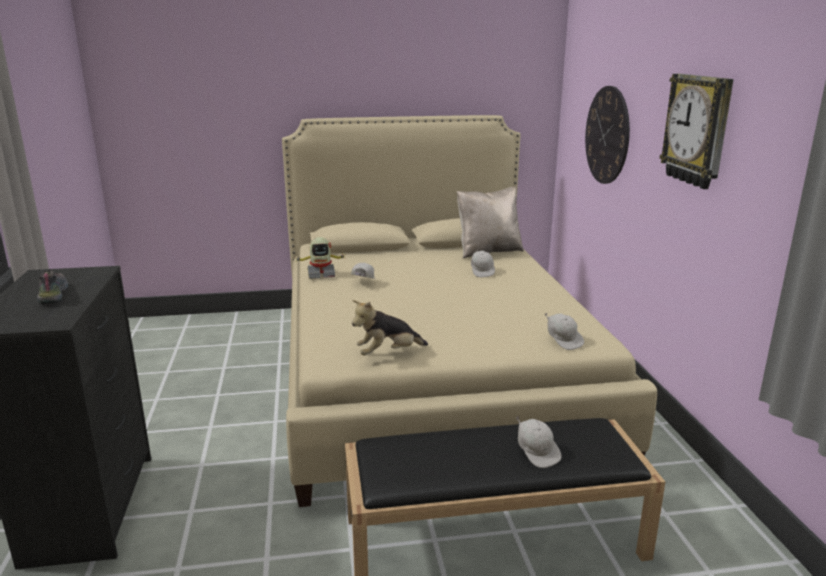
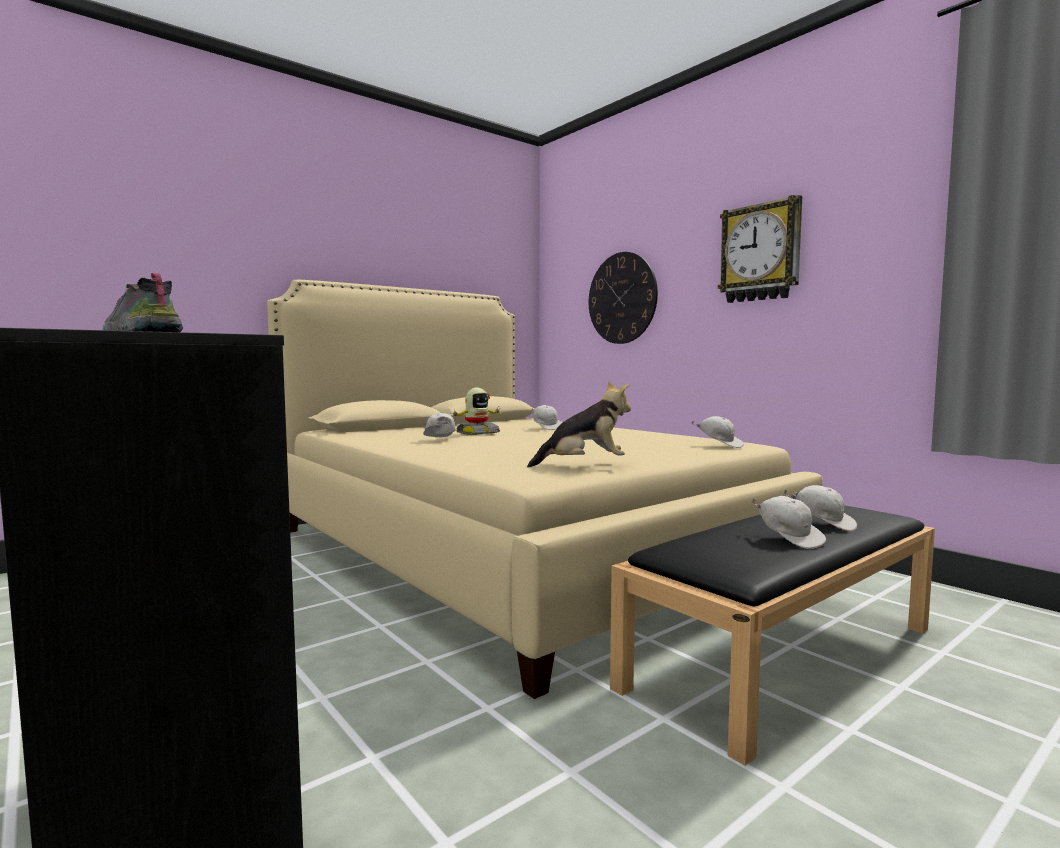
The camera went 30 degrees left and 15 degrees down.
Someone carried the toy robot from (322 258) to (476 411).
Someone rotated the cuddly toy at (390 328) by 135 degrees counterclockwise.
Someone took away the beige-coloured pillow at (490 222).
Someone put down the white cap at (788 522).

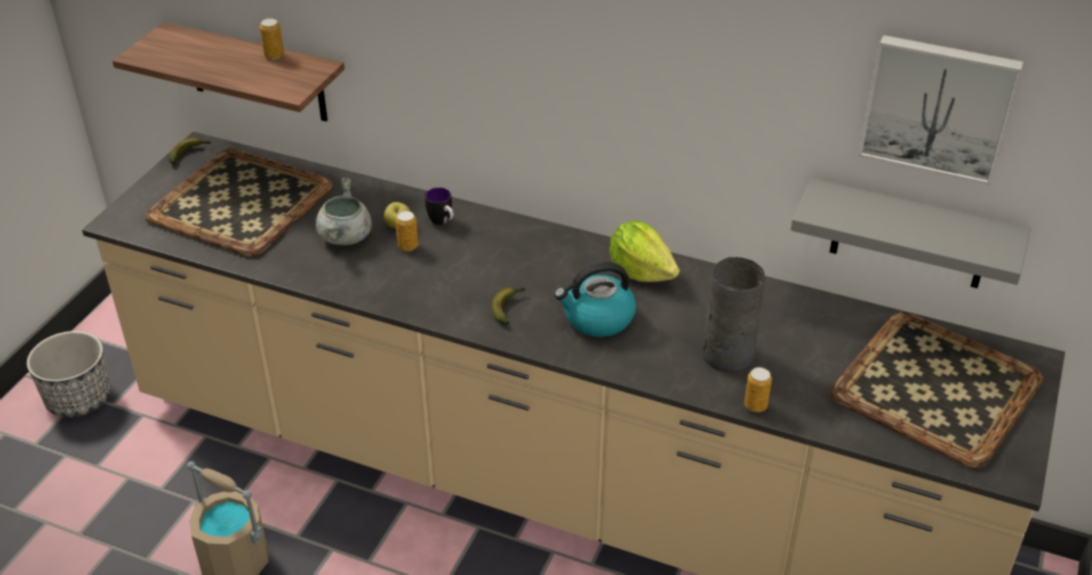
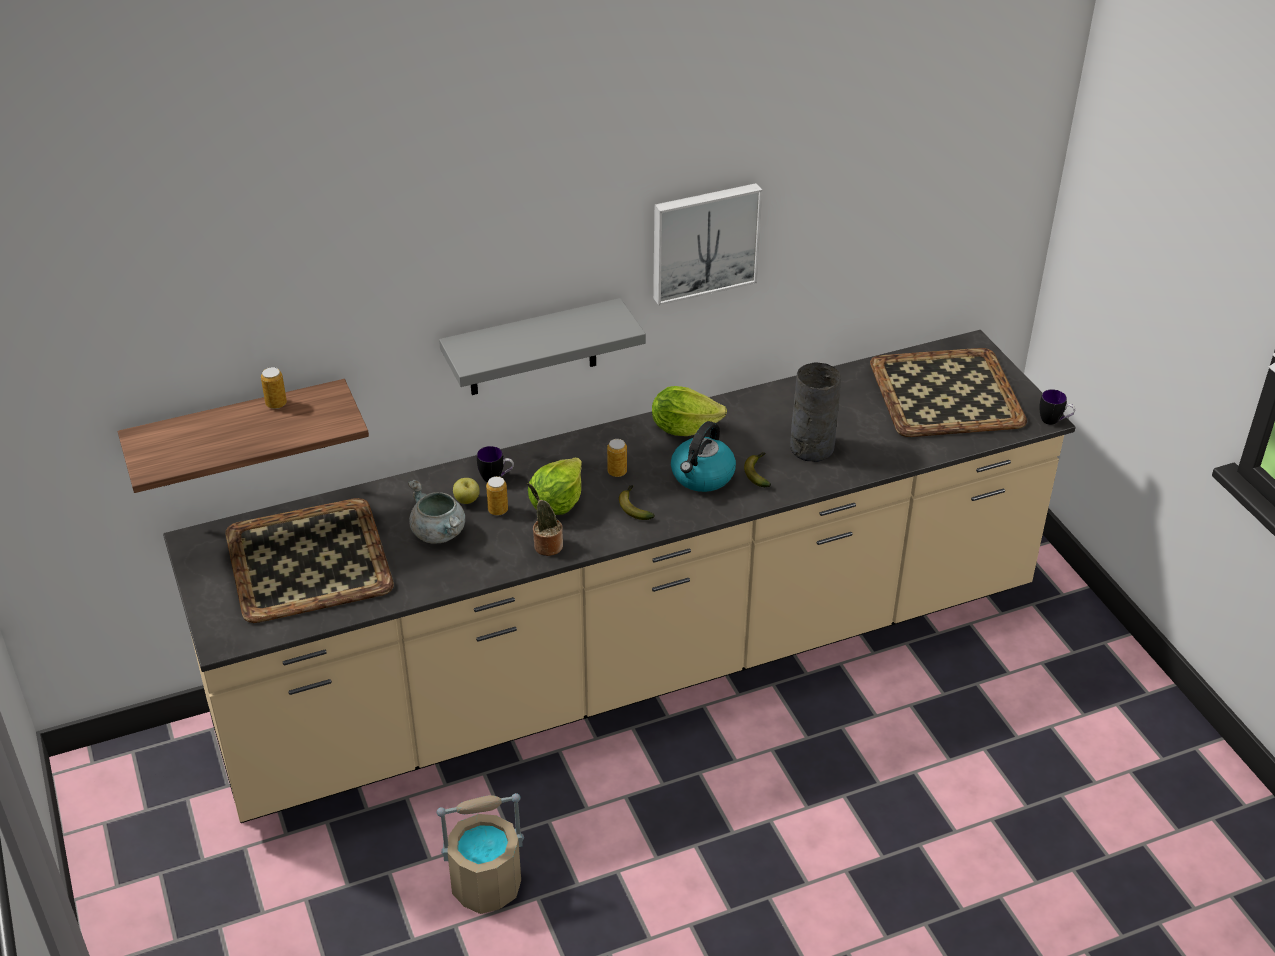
The camera went 45 degrees left and 0 degrees up.
Someone took away the flower pot at (69 374).
Someone carried the banana fruit from (190 151) to (757 469).
Someone carried the can from (758 389) to (617 458).
Someone carried the grey shelf from (911 233) to (542 346).
Someone carried the picture from (941 110) to (707 244).
Someone put down the potted plant at (545 519).
Someone put down the lettuce head at (555 486).
Someone put down the tea mug at (1057 407).

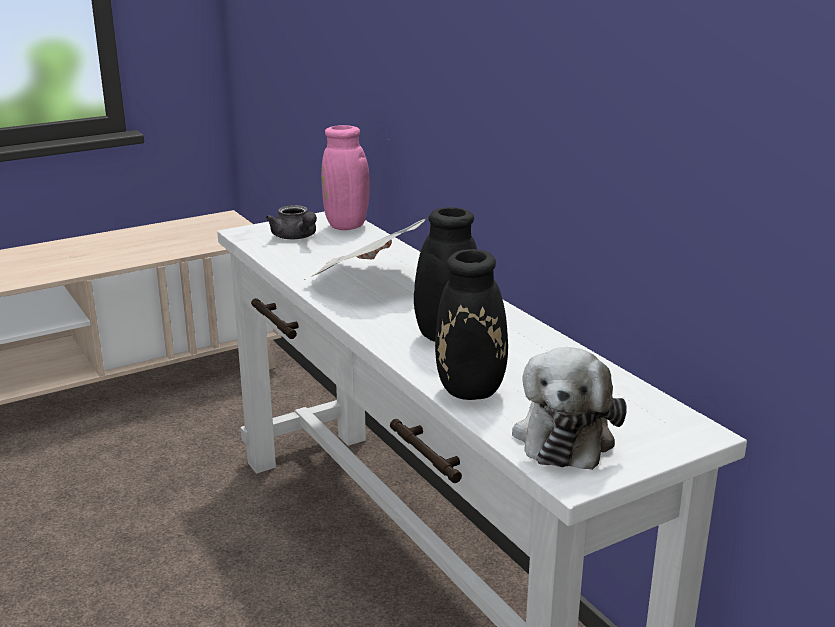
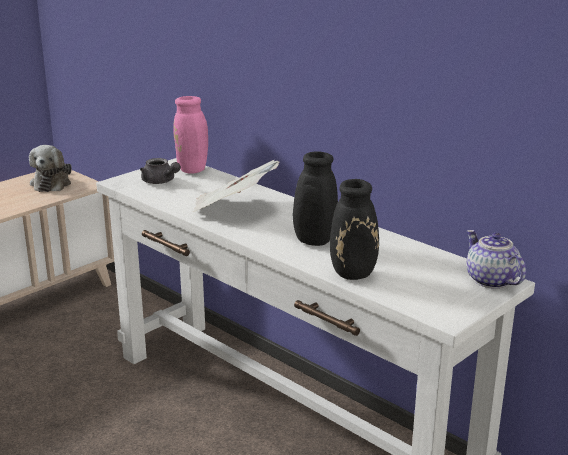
The camera went 15 degrees left and 0 degrees up.
Someone carried the cuddly toy from (569 408) to (50 168).
Someone put down the tea pot at (496 259).

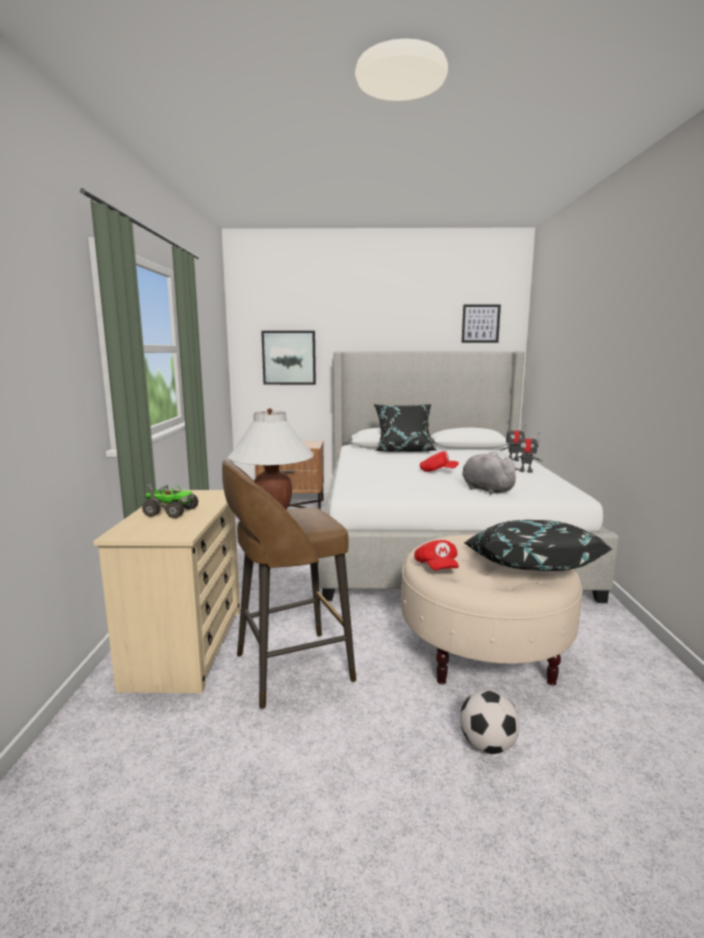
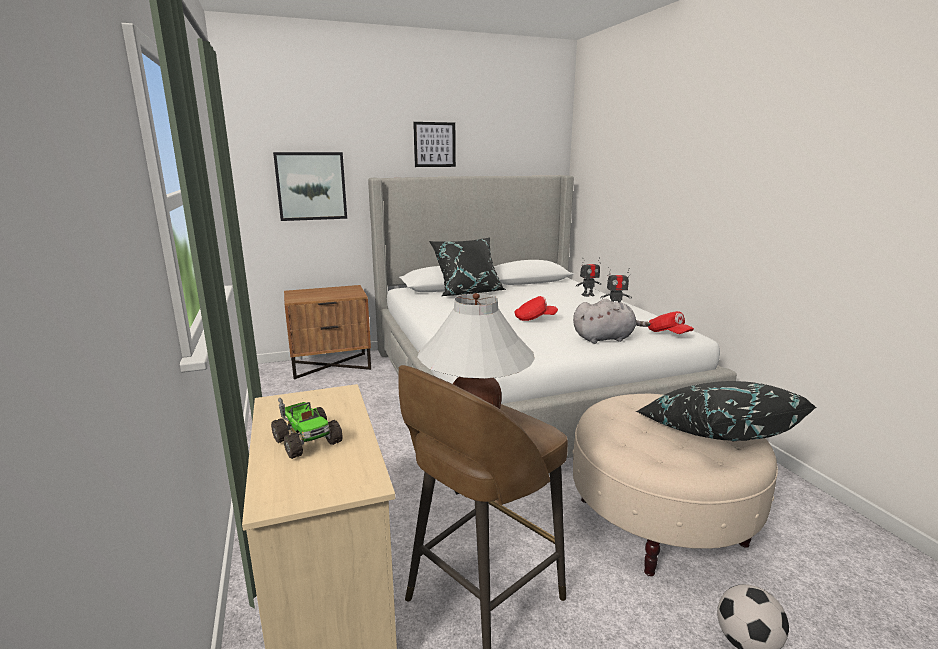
The camera went 20 degrees left and 5 degrees up.
Someone rotated the toy lorry at (170 501) by 60 degrees clockwise.
Someone carried the red cap from (436 555) to (671 322).
Someone carried the picture from (481 324) to (434 144).
Someone rotated the grey cuddly toy at (491 473) by 135 degrees clockwise.

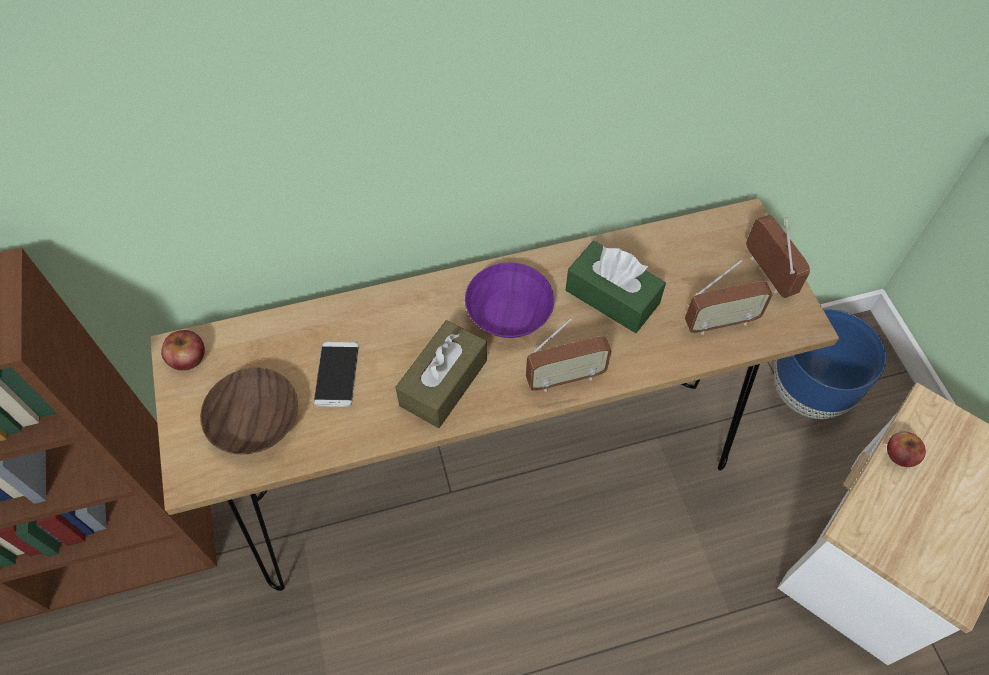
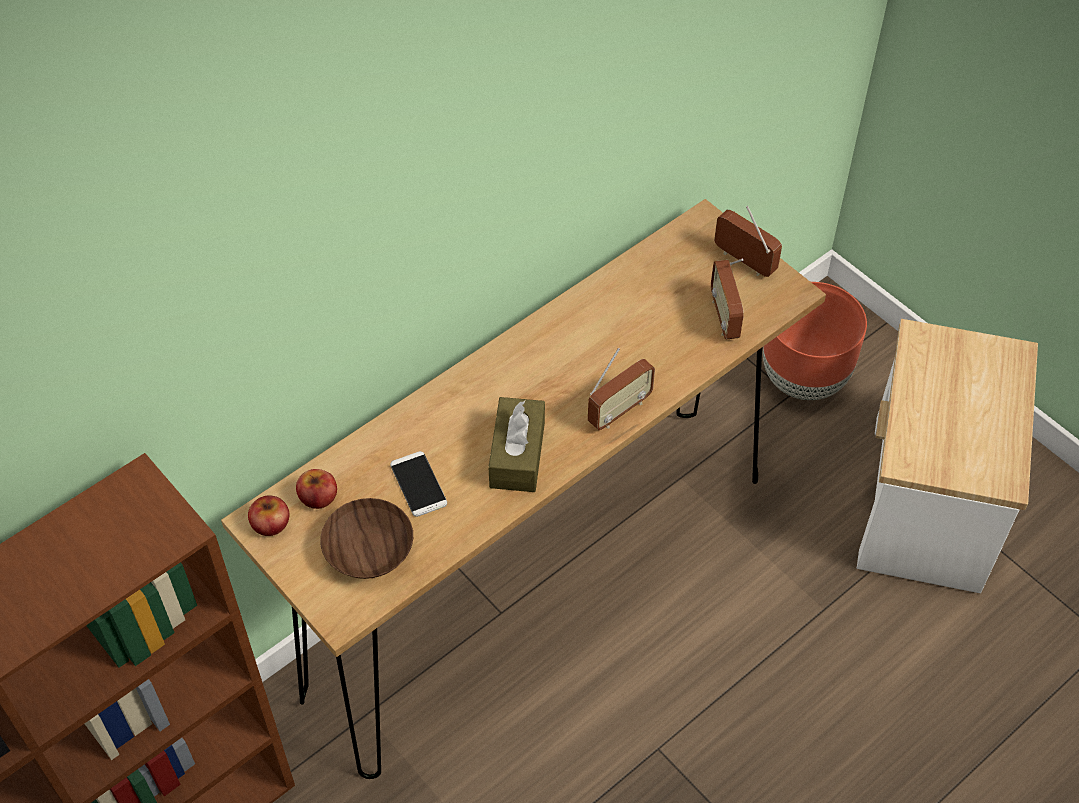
The camera went 25 degrees left and 5 degrees down.
Someone took away the purple bowl at (509 300).
Someone took away the greenish tissue box at (616 287).
Someone rotated the radio receiver at (729 297) by 120 degrees clockwise.
Someone repainted the bluish flower pot at (830 364), which became the brown-coloured flower pot at (815 341).
Someone carried the whole apple from (906 449) to (316 489).

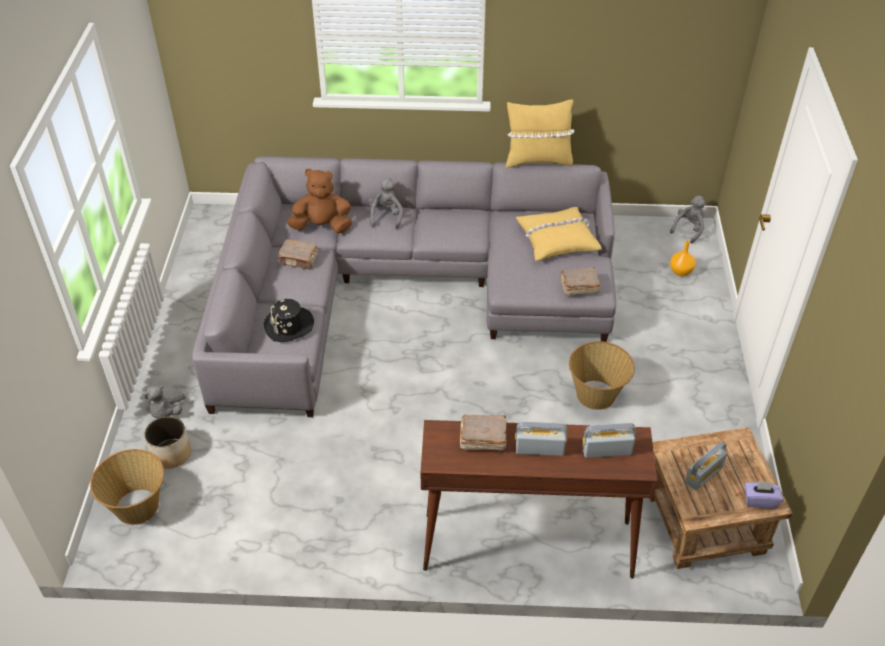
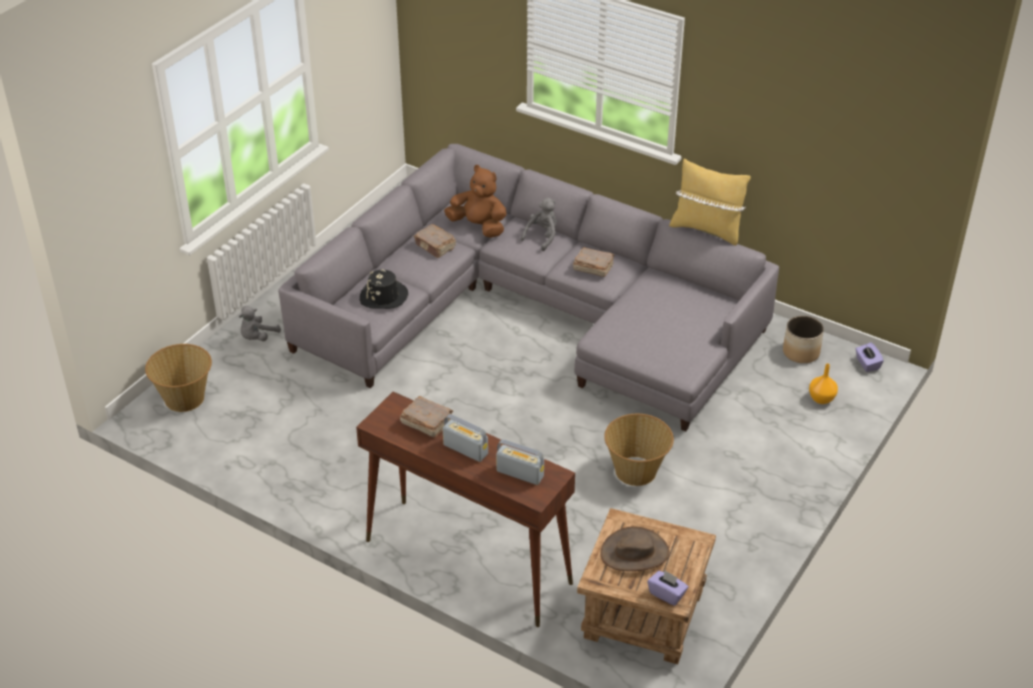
The camera went 30 degrees right and 5 degrees down.
Someone carried the flower pot from (167 442) to (803 339).
Someone took away the yellowish pillow at (559 234).
Someone carried the brown-coloured bound book from (580 281) to (594 262).
Someone swapped the grey cuddly toy at (687 220) for the purple tissue box at (870 357).
Someone swapped the radio receiver at (706 466) for the brown-coloured wearable hat at (635 549).

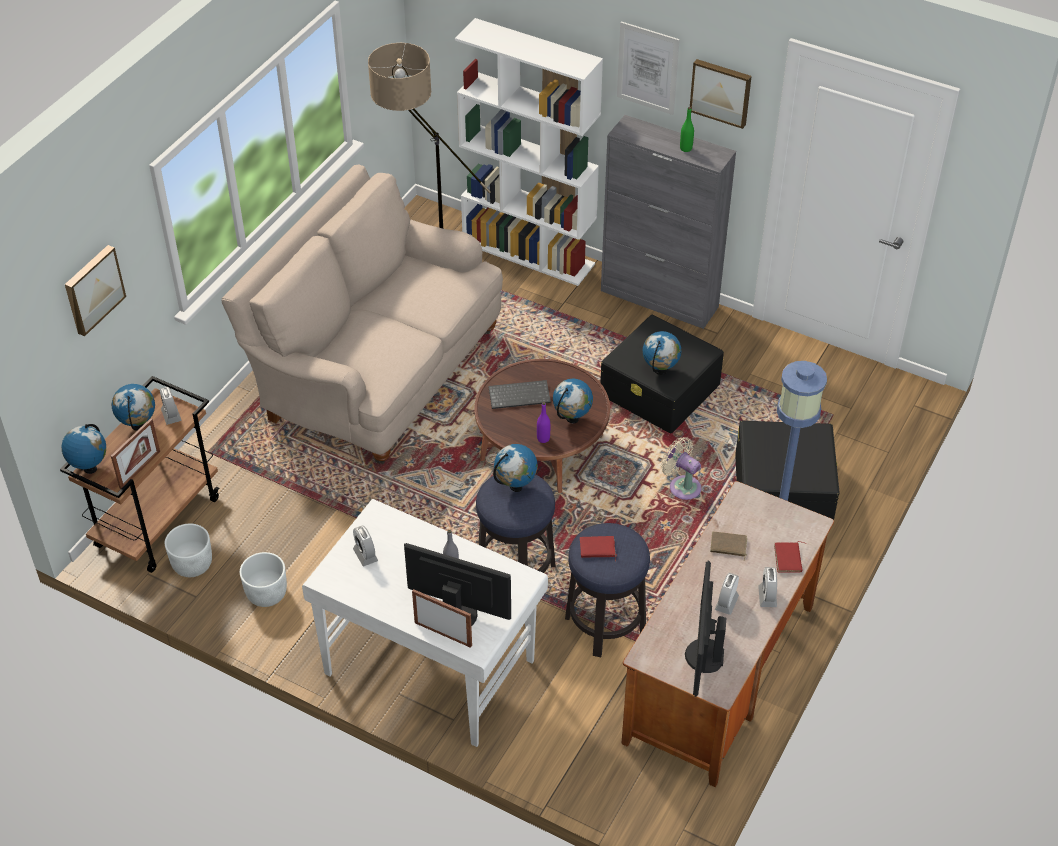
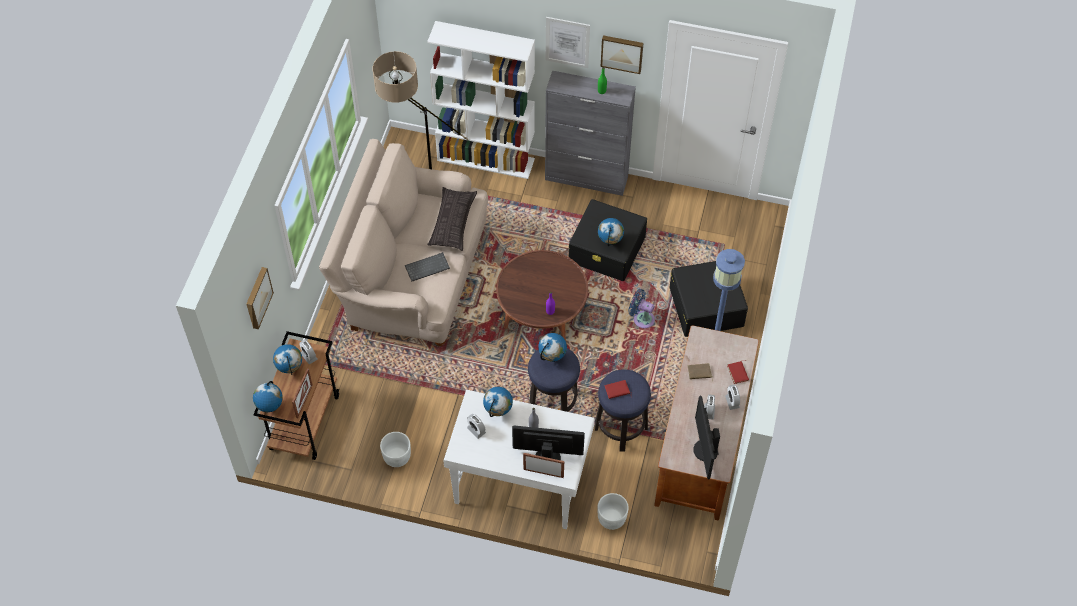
The camera went 15 degrees left and 10 degrees up.
Someone carried the white flower pot from (188 550) to (613 511).
Someone carried the PC keyboard from (519 394) to (427 266).
Someone carried the globe from (573 401) to (498 402).
Someone repainted the beige-coloured cooling fan at (681 468), which became the bluish cooling fan at (641 308).
Someone put down the pillow at (452 219).

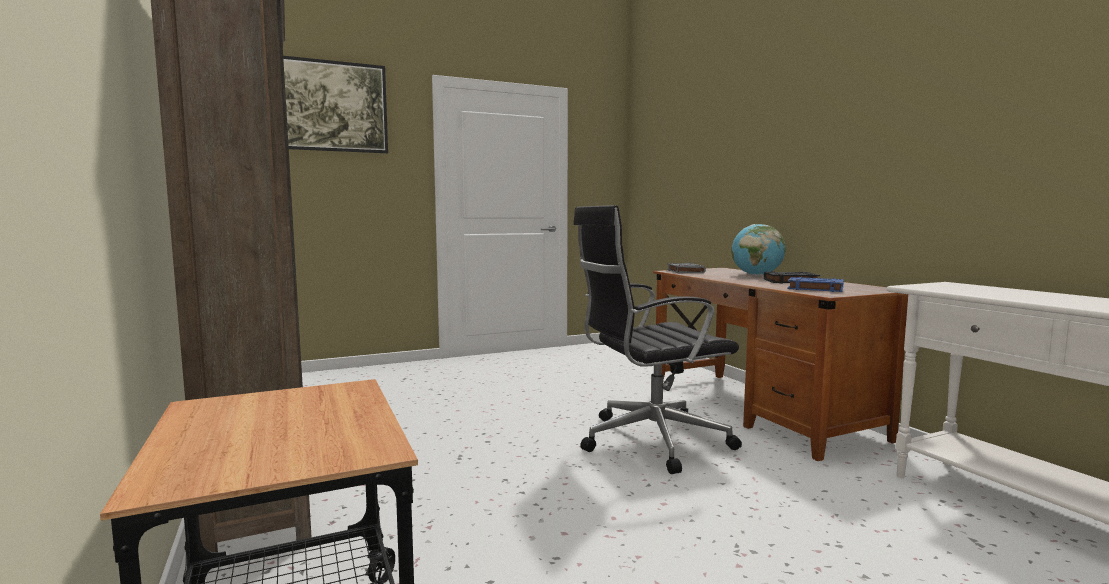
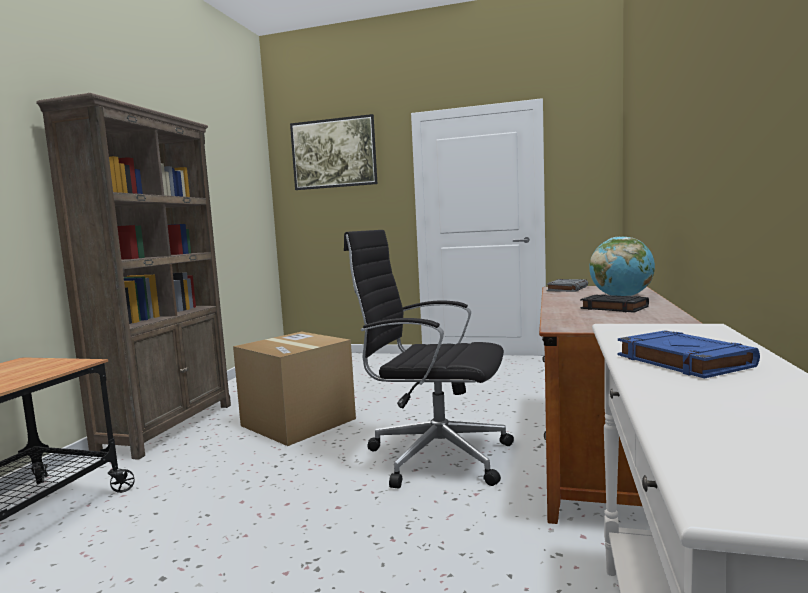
The camera went 40 degrees right and 0 degrees up.
Someone carried the bluish bound book from (816 284) to (689 354).
Someone put down the packing box at (294 389).

